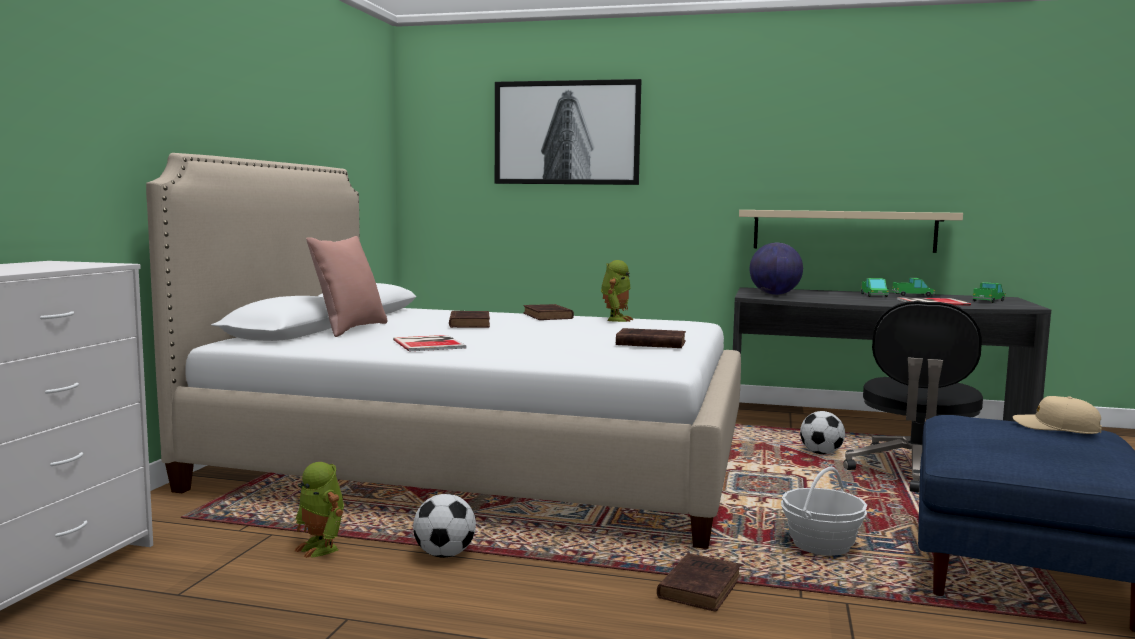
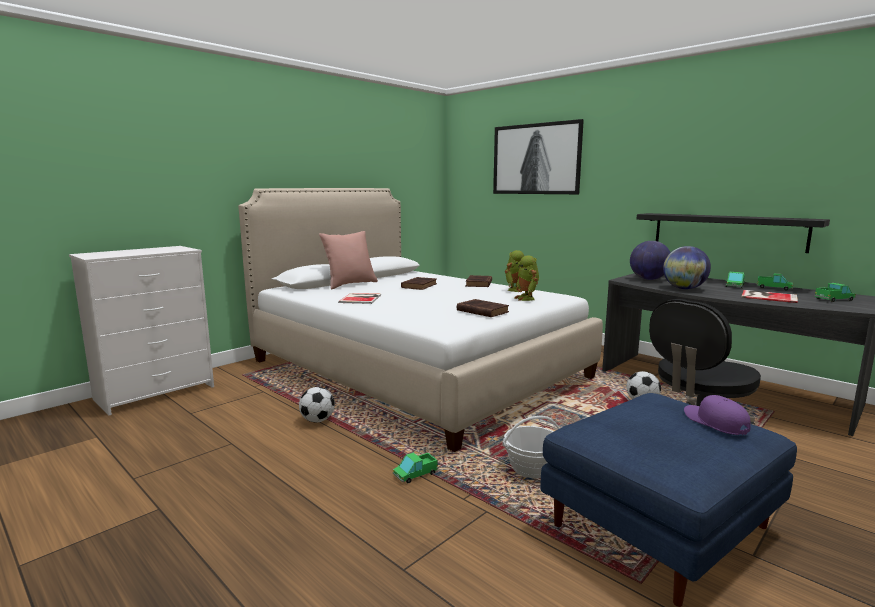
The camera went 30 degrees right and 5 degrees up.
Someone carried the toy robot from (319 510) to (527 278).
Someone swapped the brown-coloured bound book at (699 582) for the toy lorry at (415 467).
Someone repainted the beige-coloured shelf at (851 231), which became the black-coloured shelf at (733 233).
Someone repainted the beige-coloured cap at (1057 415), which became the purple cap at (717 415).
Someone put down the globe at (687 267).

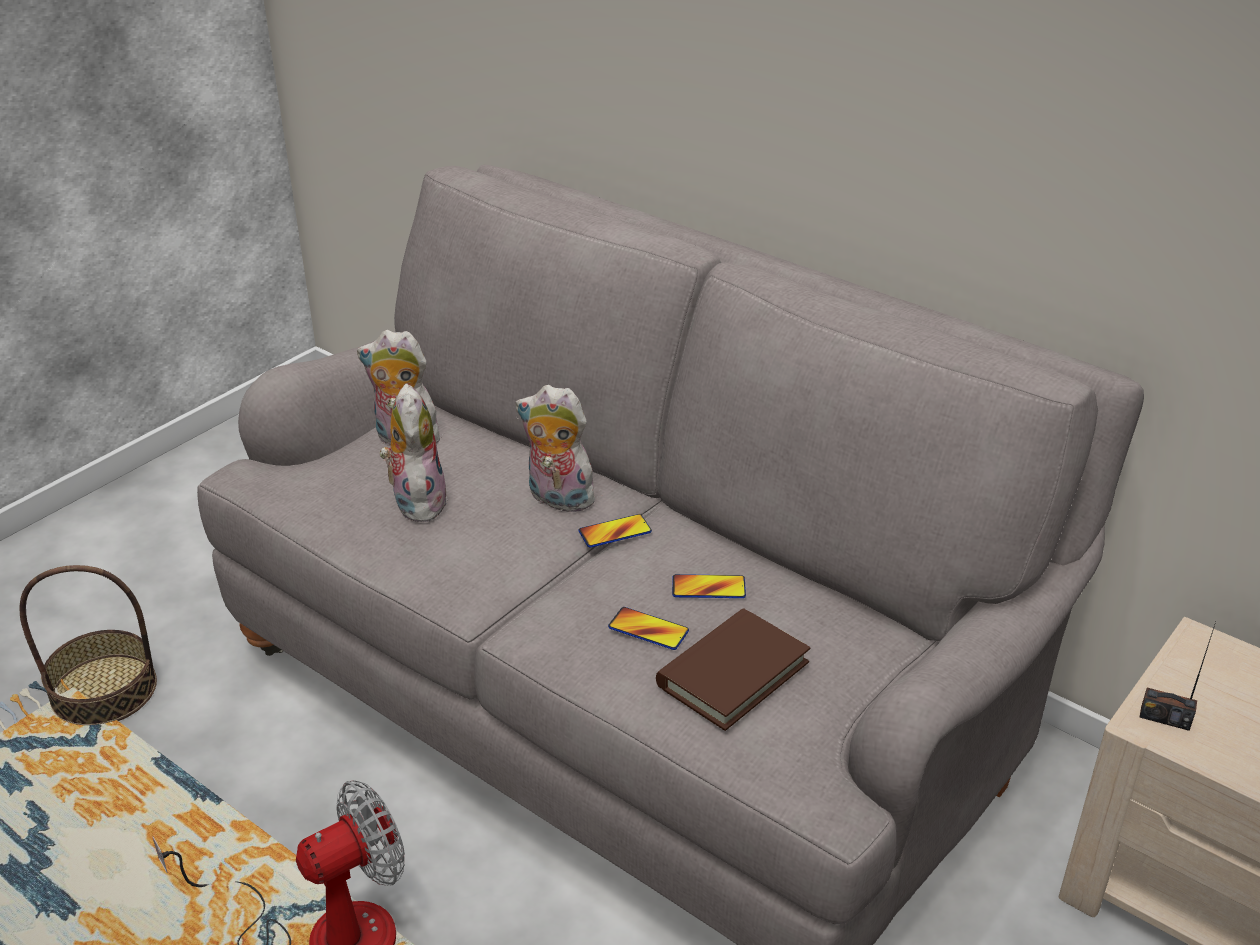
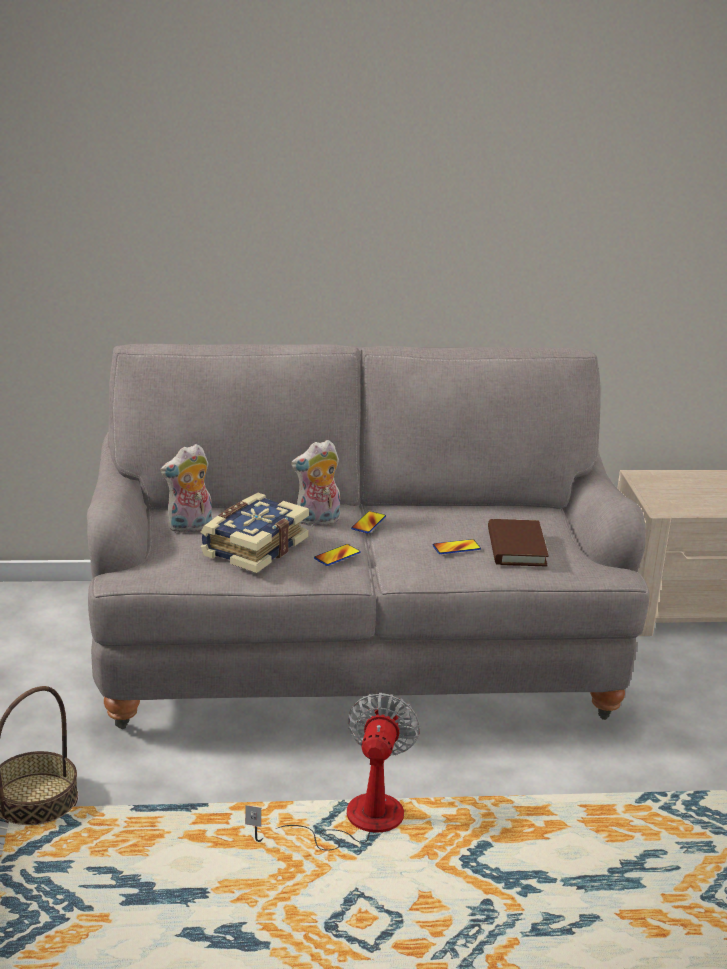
The camera went 45 degrees left and 10 degrees down.
Someone swapped the cuddly toy at (414 452) for the bound book at (255 533).
Someone carried the phone from (709 586) to (337 555).
Someone took away the radio receiver at (1177 676).

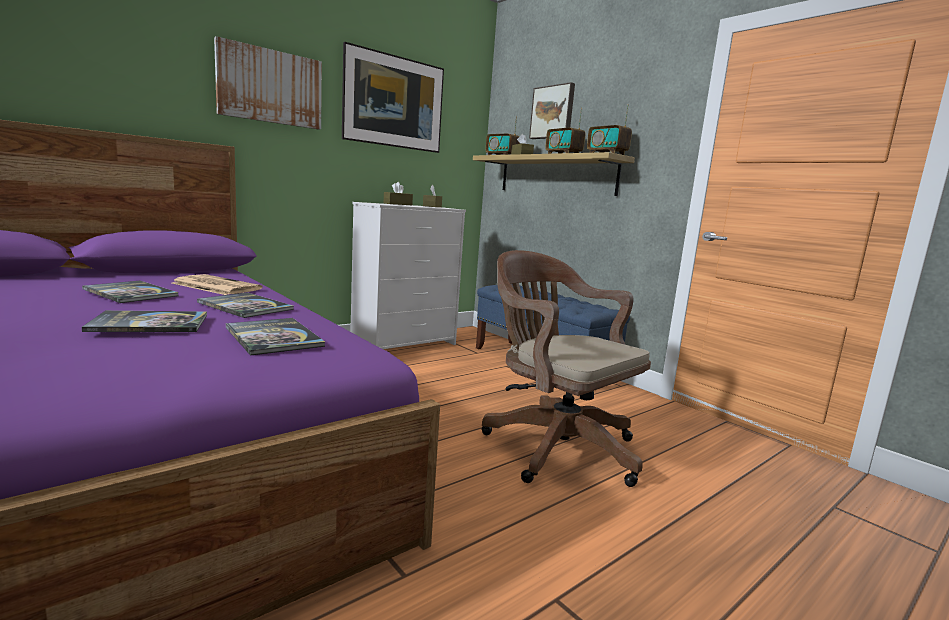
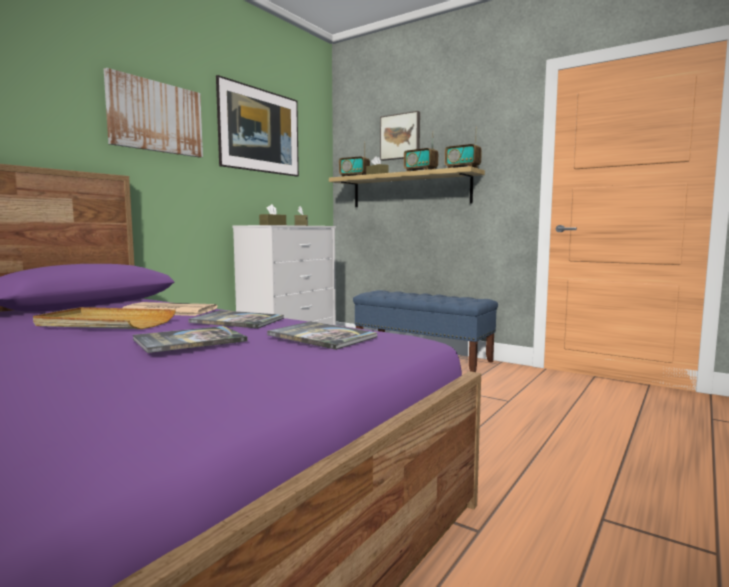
The camera went 15 degrees left and 5 degrees down.
Someone swapped the bound book at (130 292) for the beige-coloured tray at (104 318).
Someone took away the brown-coloured computer chair at (566 368).

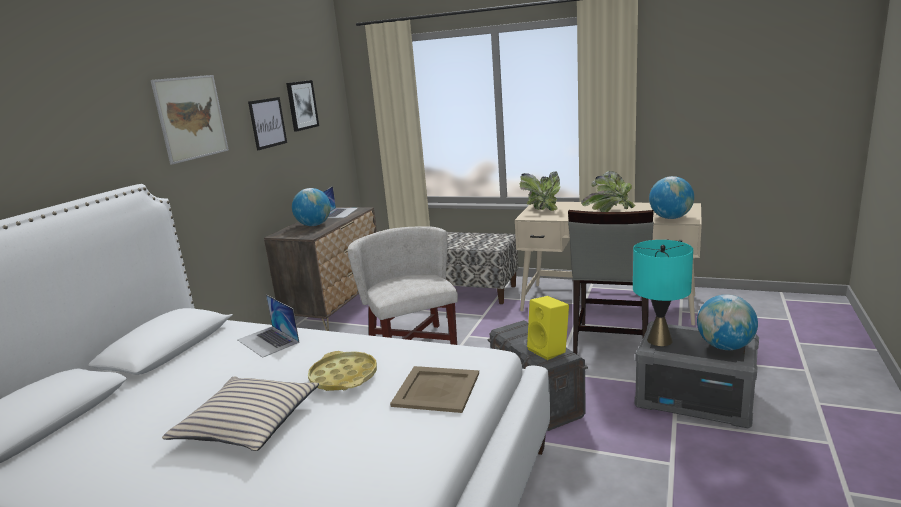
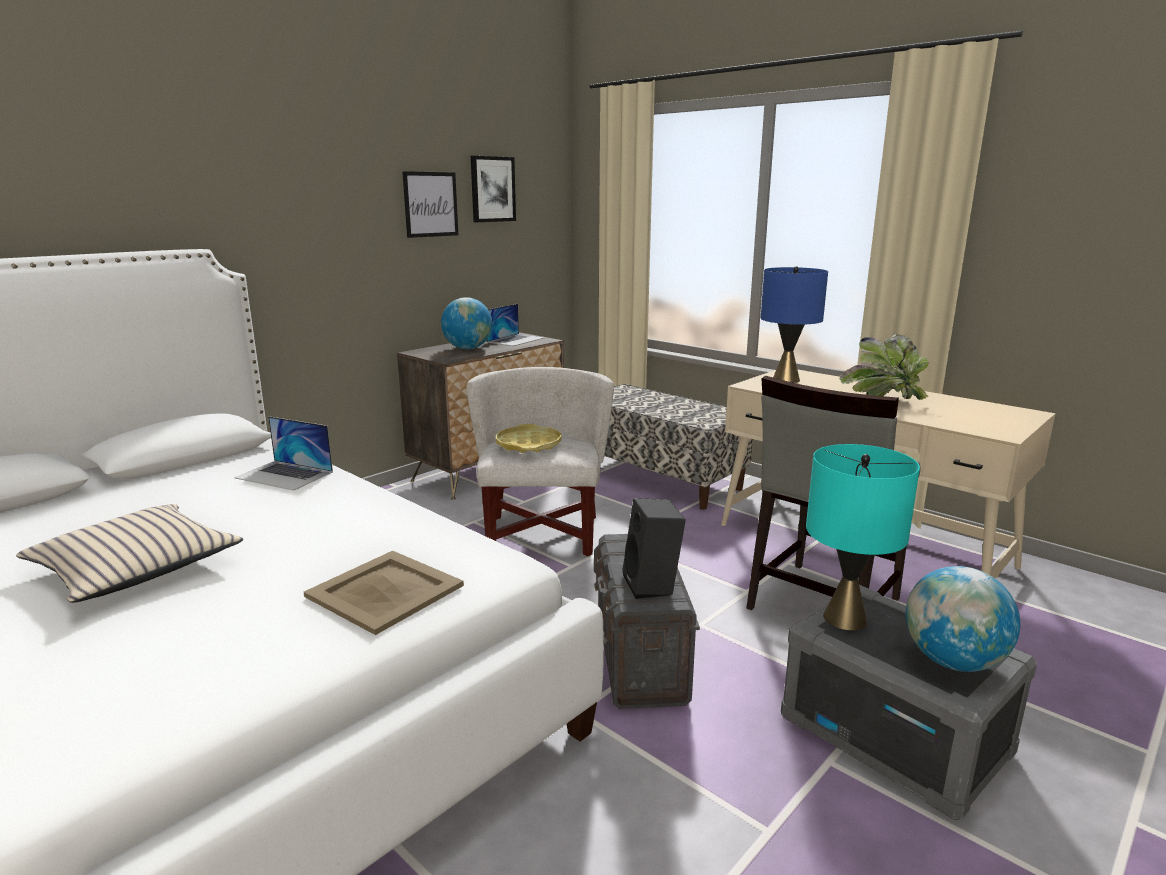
The camera went 20 degrees right and 0 degrees up.
Someone took away the picture at (190 120).
Someone rotated the laptop at (268 326) by 45 degrees counterclockwise.
Someone carried the yellowish tray from (342 371) to (528 438).
Someone swapped the potted plant at (539 191) for the bluish tabletop lamp at (794 324).
Someone repainted the yellowish audio speaker at (548 328), which became the black-coloured audio speaker at (654 548).
Someone took away the globe at (671 197).

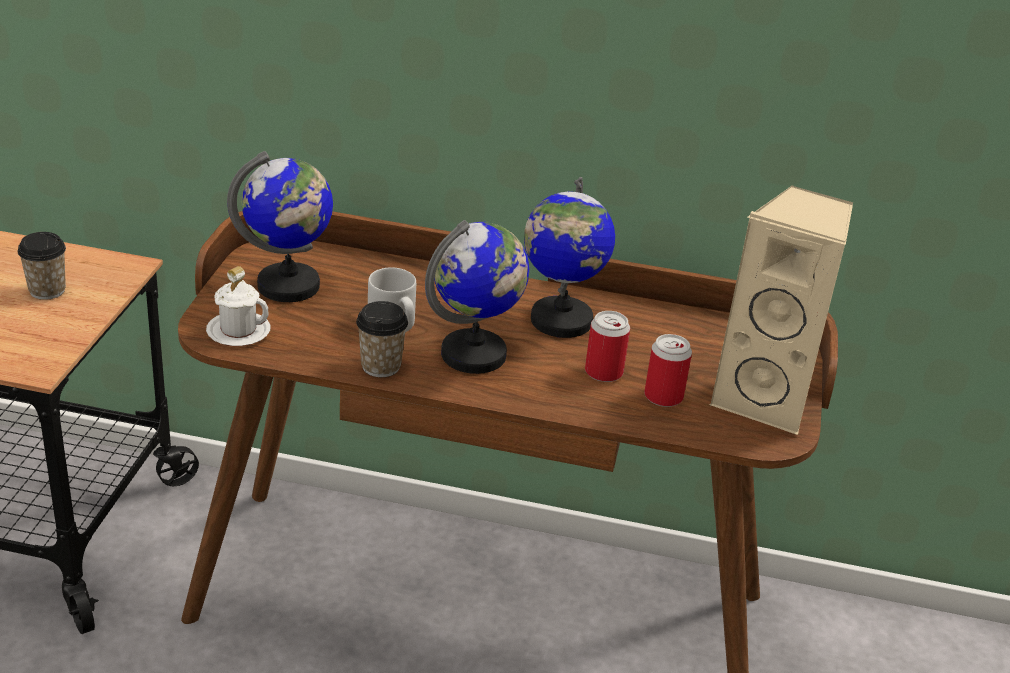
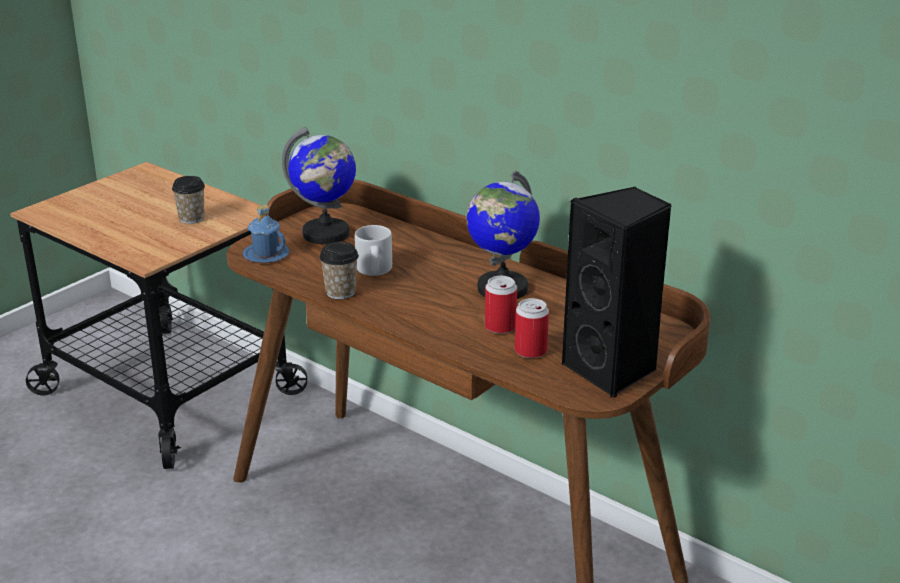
The camera went 30 degrees right and 5 degrees down.
Someone repainted the white tea mug at (238 306), which became the bluish tea mug at (266 234).
Someone took away the globe at (477 297).
Someone repainted the beige-coloured audio speaker at (781 310), which became the black-coloured audio speaker at (617 292).

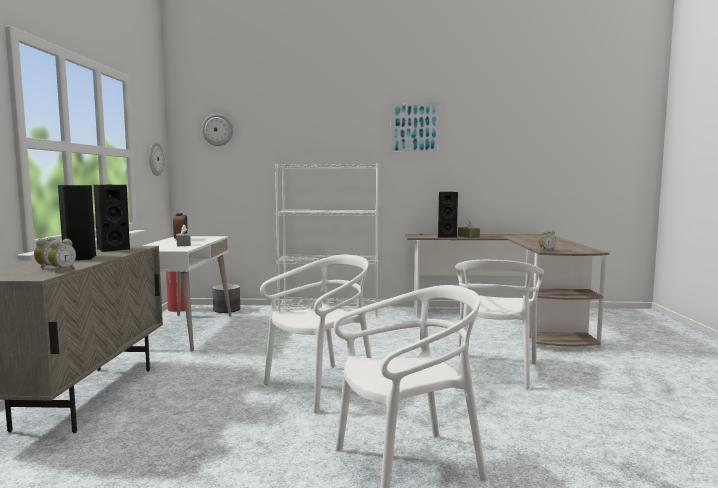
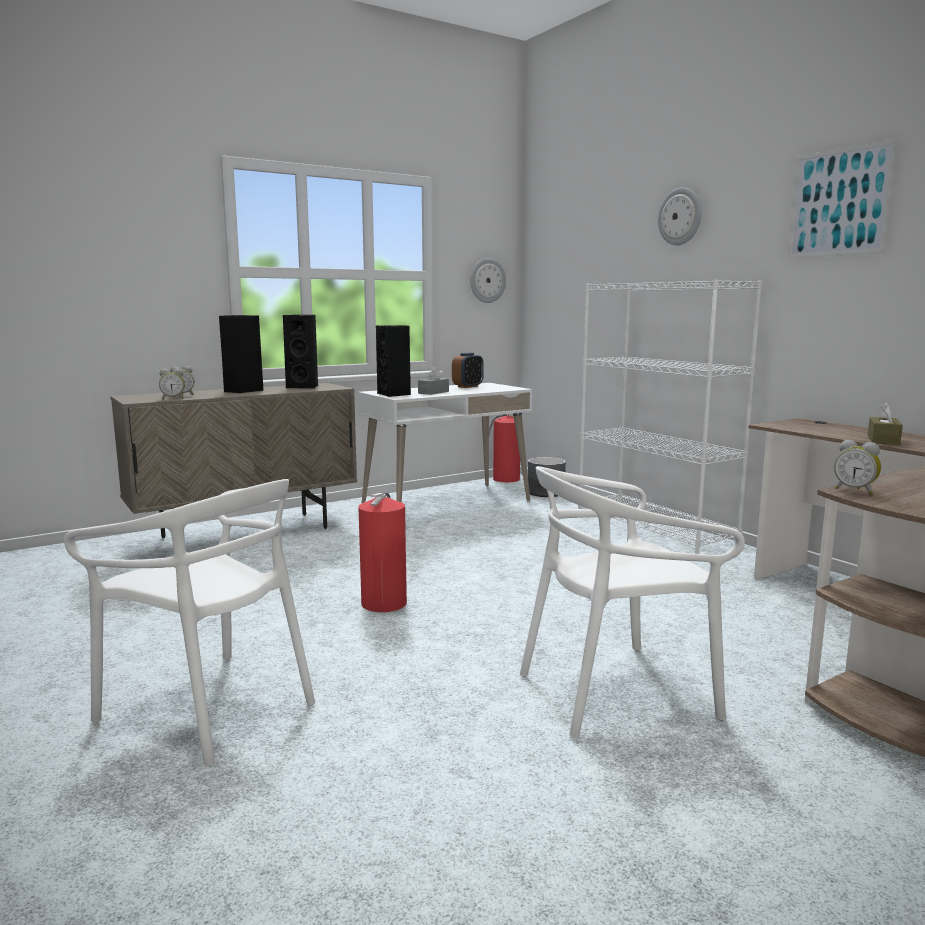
The camera went 55 degrees right and 5 degrees up.
Someone carried the hanging clock from (217 129) to (680 216).
Someone swapped the white plain chair at (316 333) for the fire extinguisher at (382 552).
Someone carried the black-coloured audio speaker from (448 215) to (393 361).

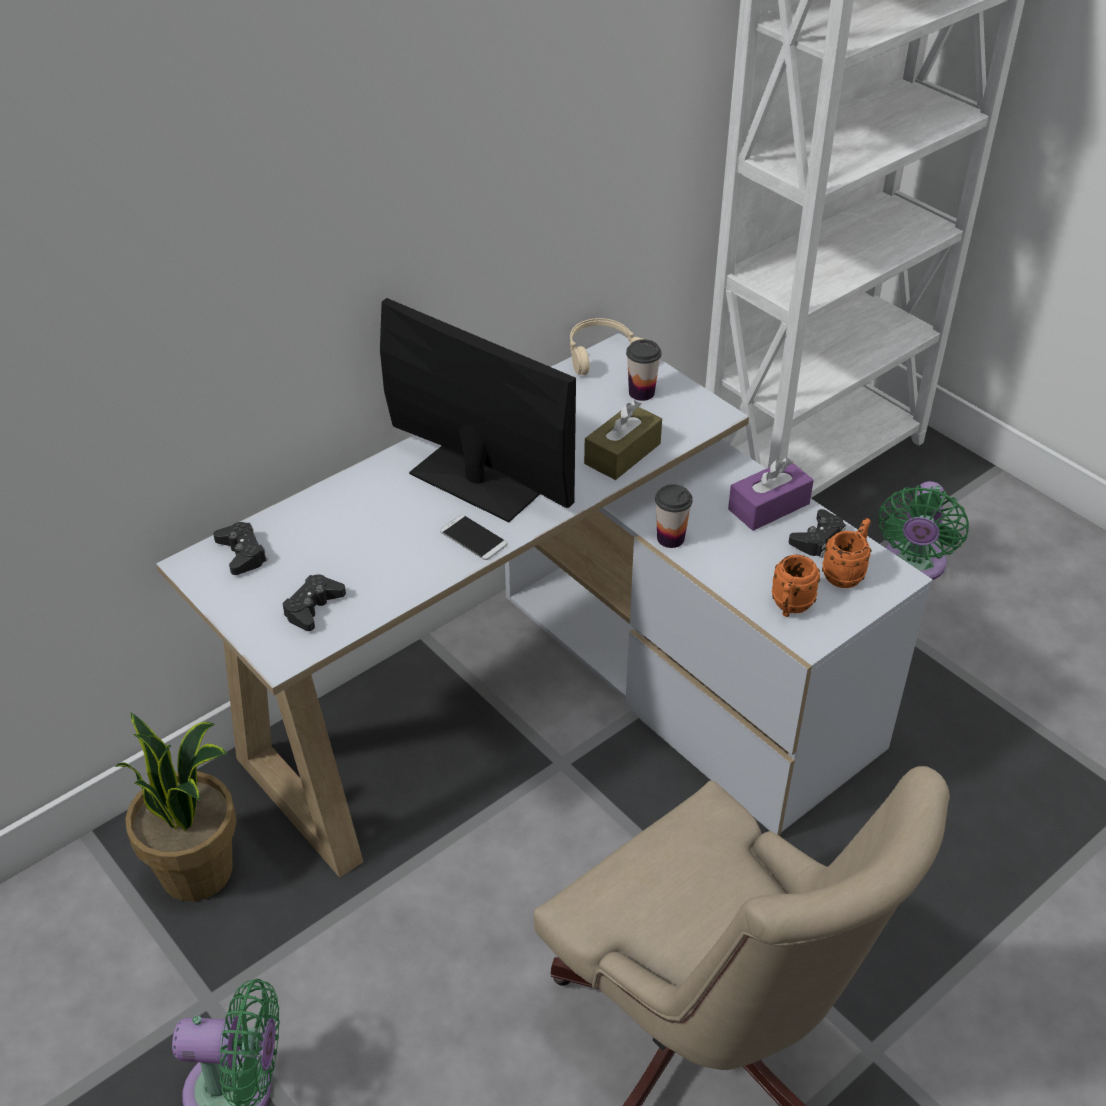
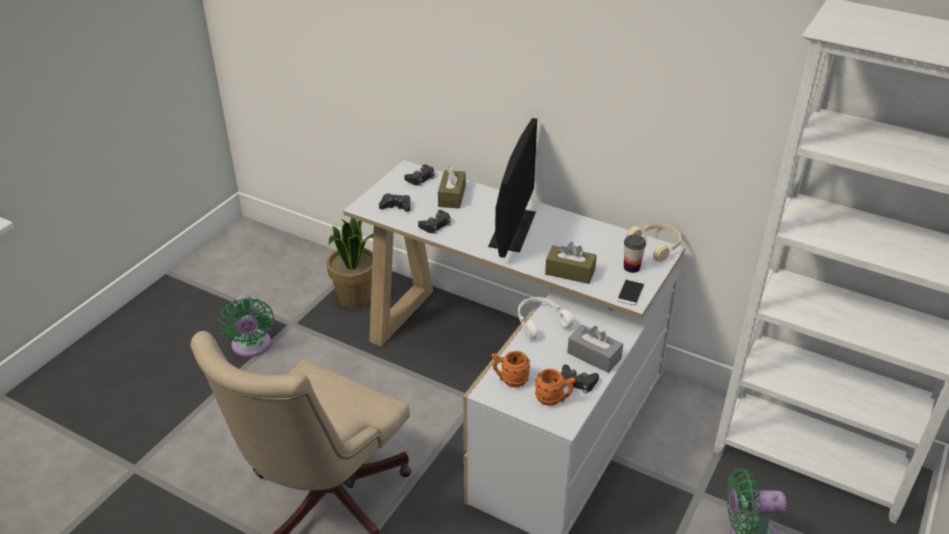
The camera went 70 degrees right and 5 degrees down.
Someone carried the phone from (473 537) to (631 291).
Someone swapped the cup at (674 516) for the white pair of headphones at (545 318).
Someone repainted the purple tissue box at (771 494), which became the grey tissue box at (595 349).
Someone put down the black-coloured game controller at (434 222).
Someone put down the brown-coloured tissue box at (452 187).

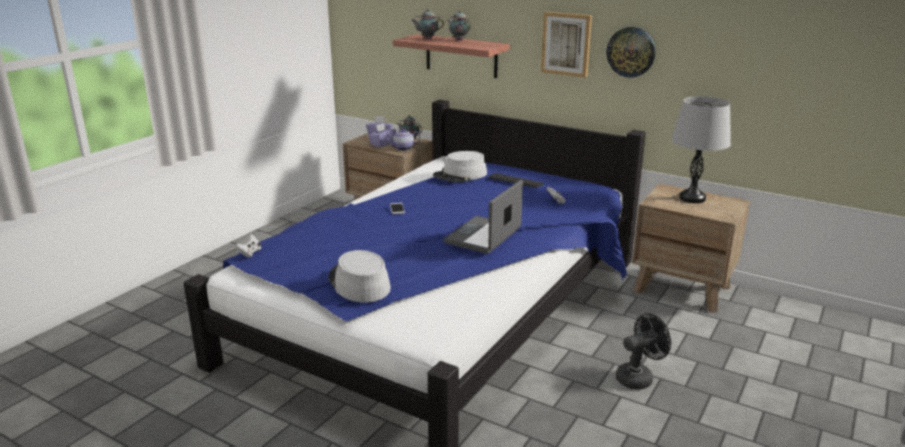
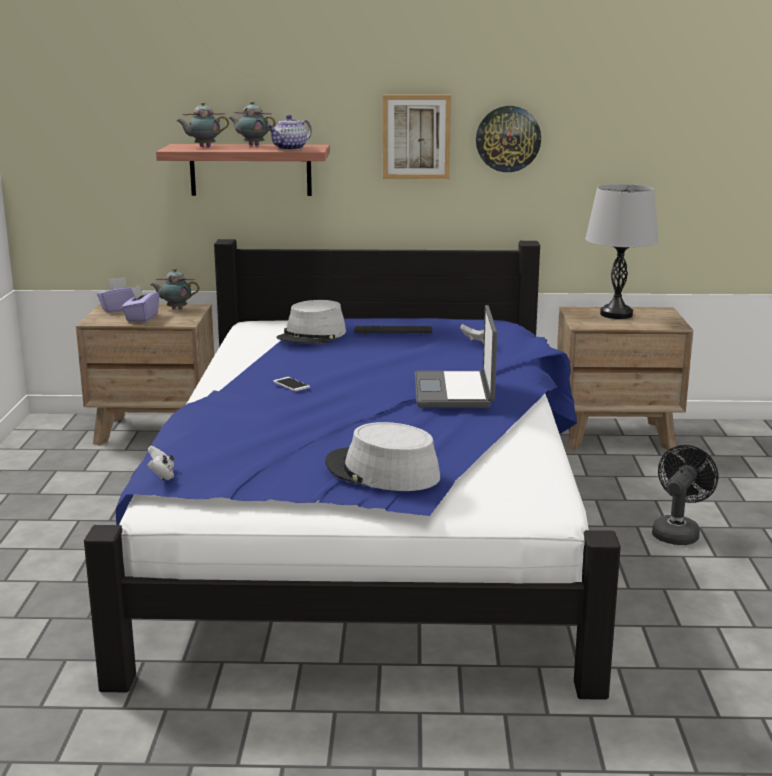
The camera went 30 degrees left and 5 degrees down.
Someone carried the tea pot from (403 139) to (289 132).

